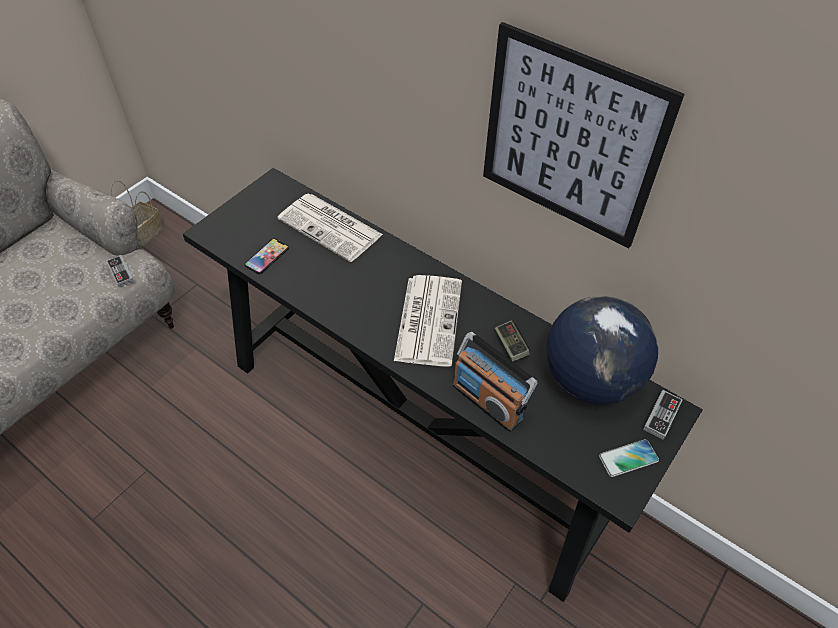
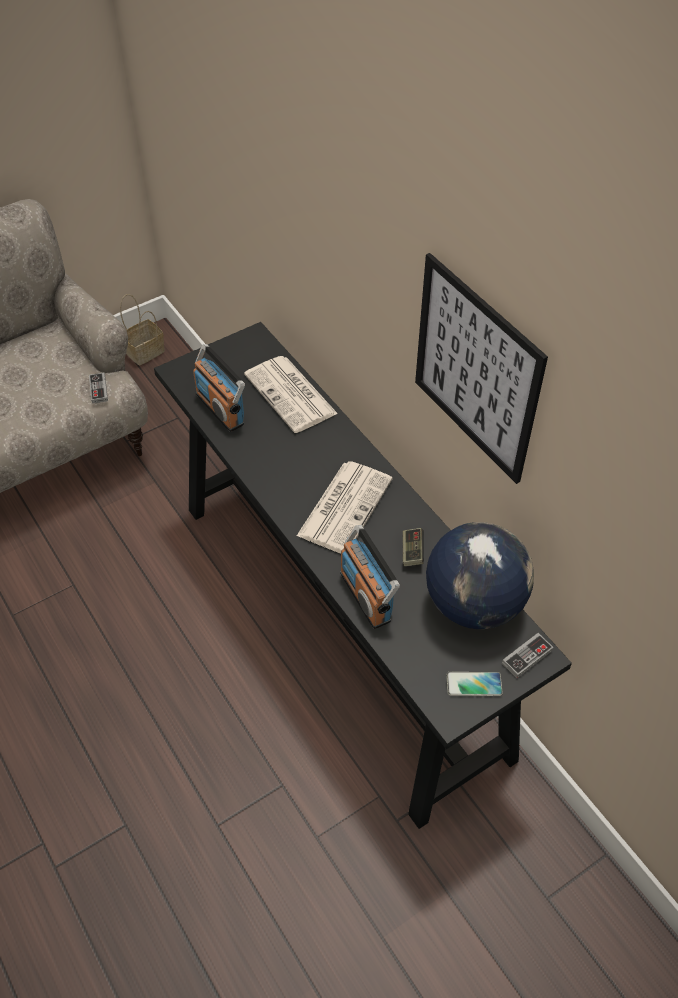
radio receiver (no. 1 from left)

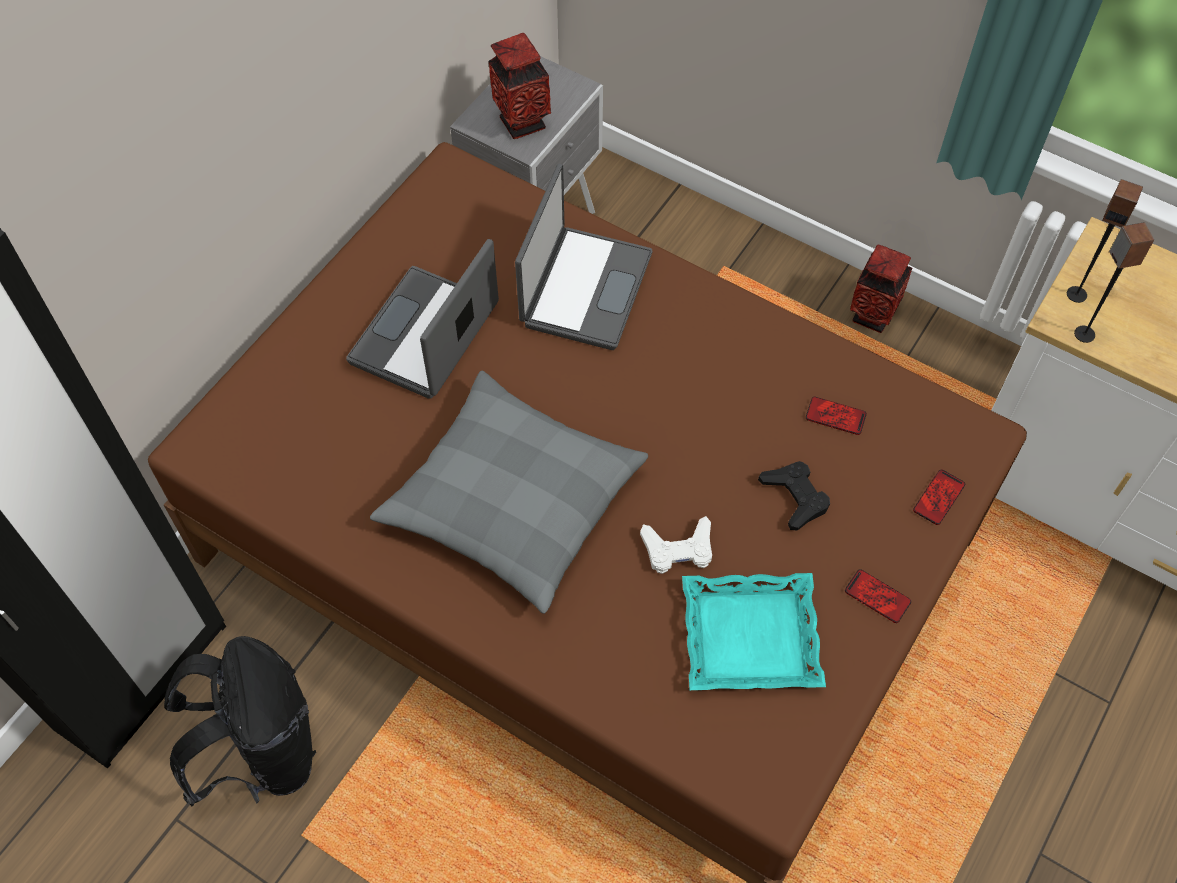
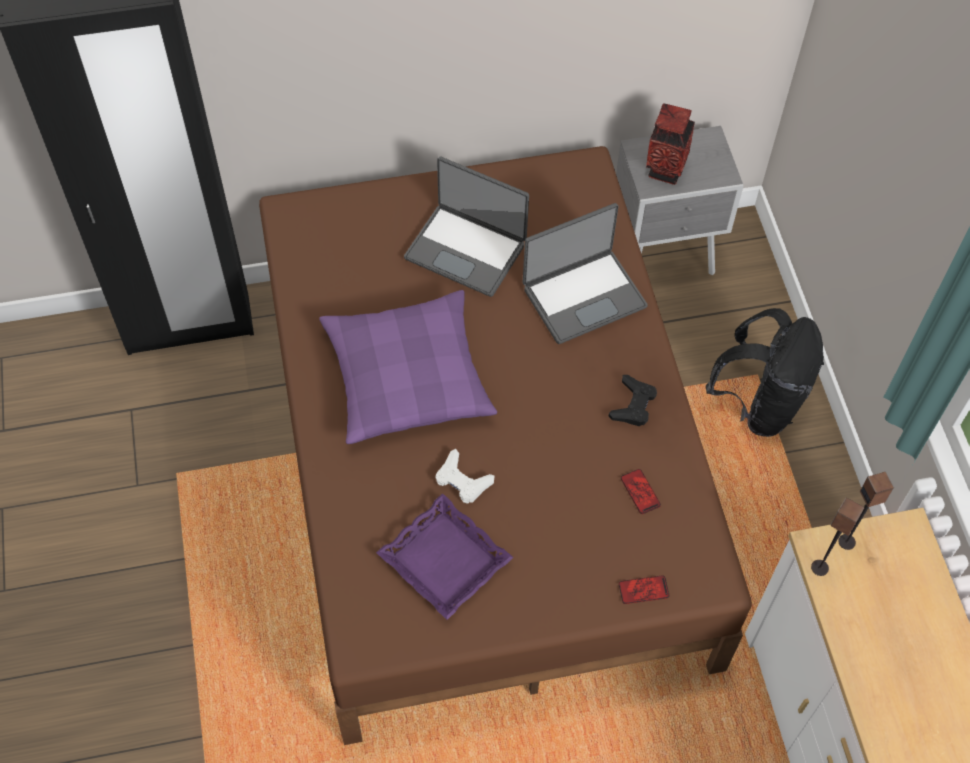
purplish pillow
purplish carrying tray
portable computer (no. 1 from left)
black gamepad
black backpack
telephone (no. 2 from left in the first image)
flower vase (no. 2 from left in the first image)

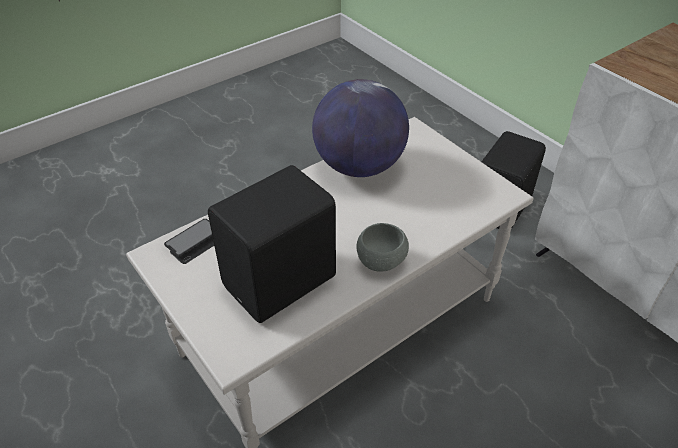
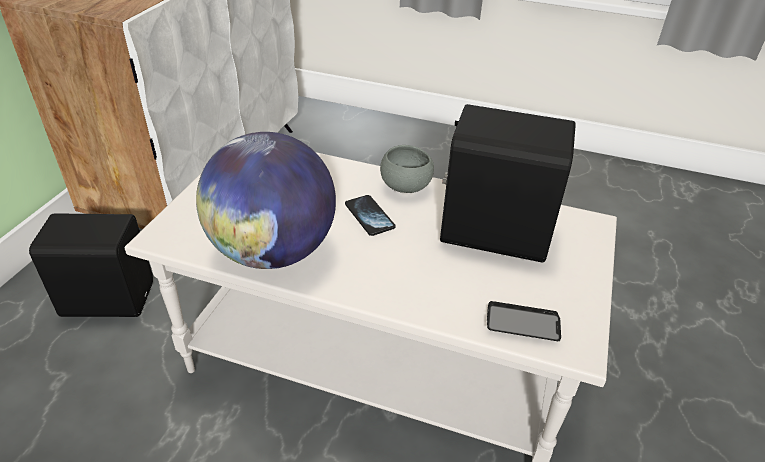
telephone (no. 1 from left)

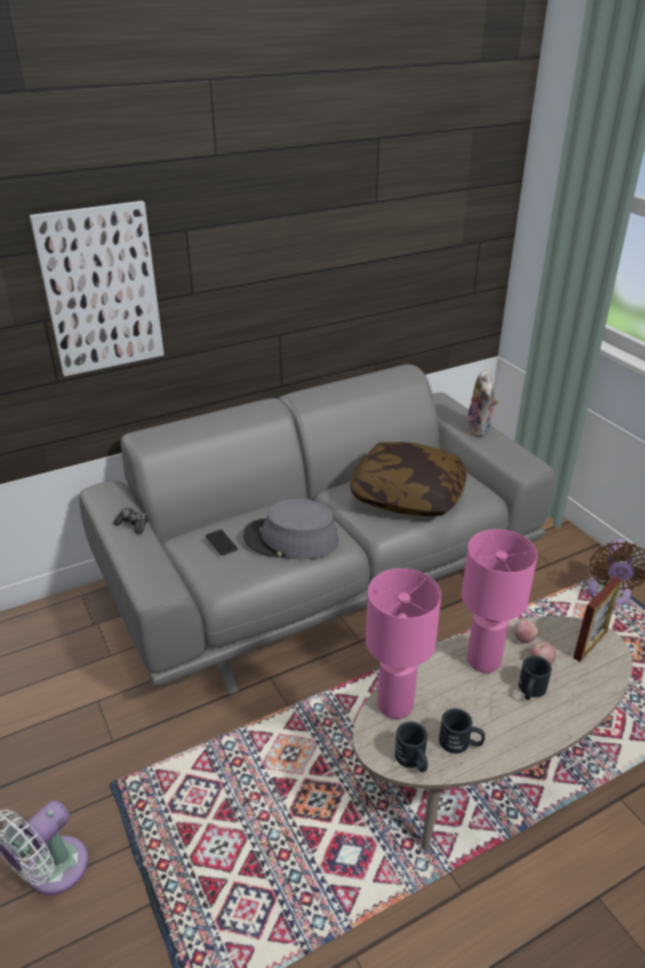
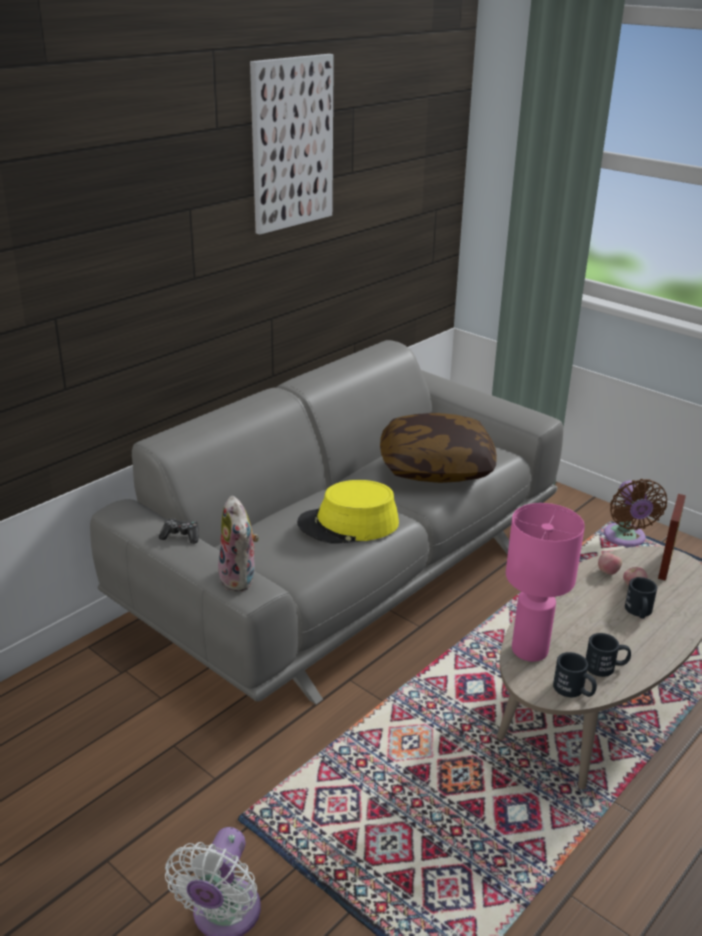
soft toy
wall picture
yellowish hat
telephone
pinkish table lamp (no. 2 from left in the first image)

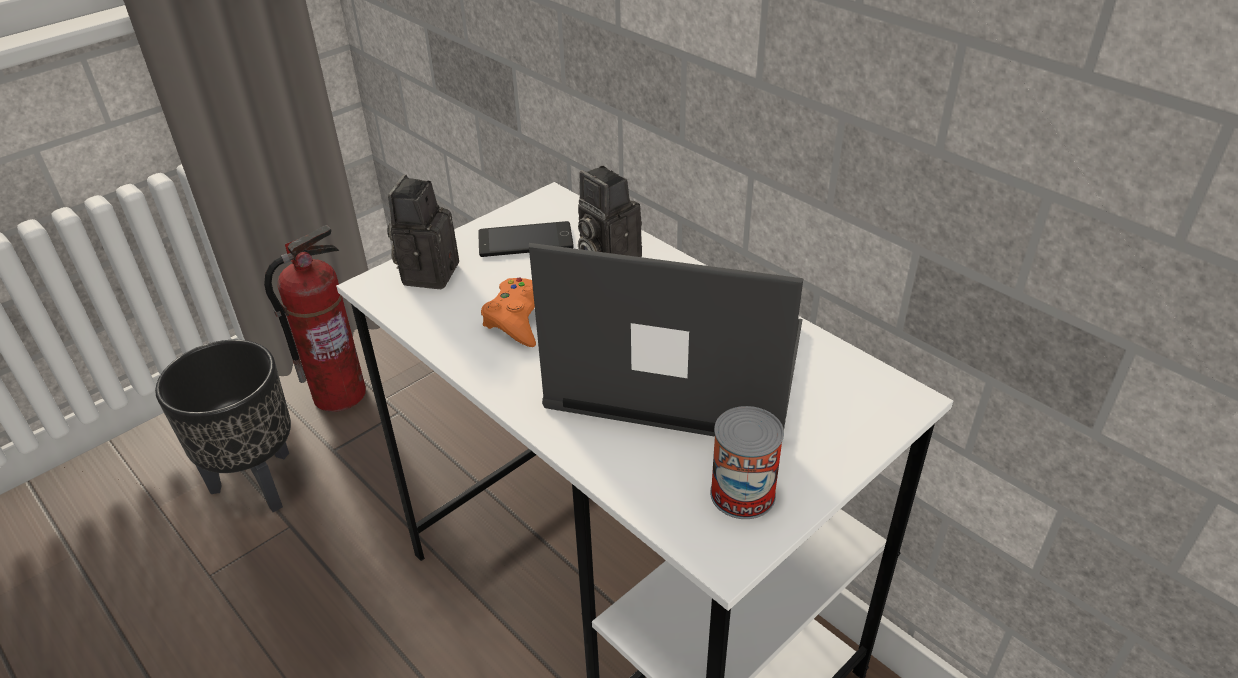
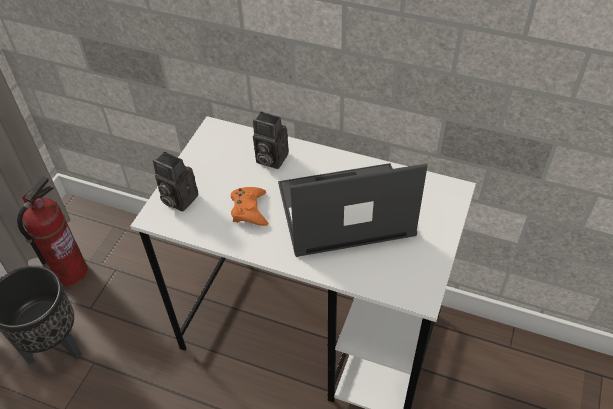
photo camera (no. 1 from left)
telephone
sealed can

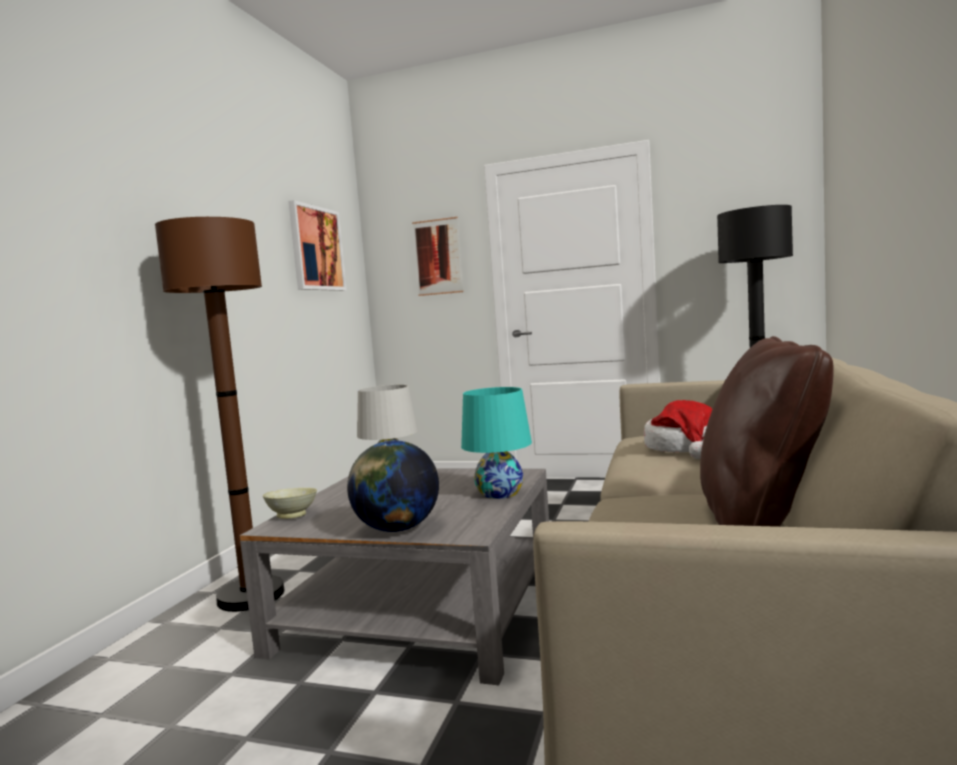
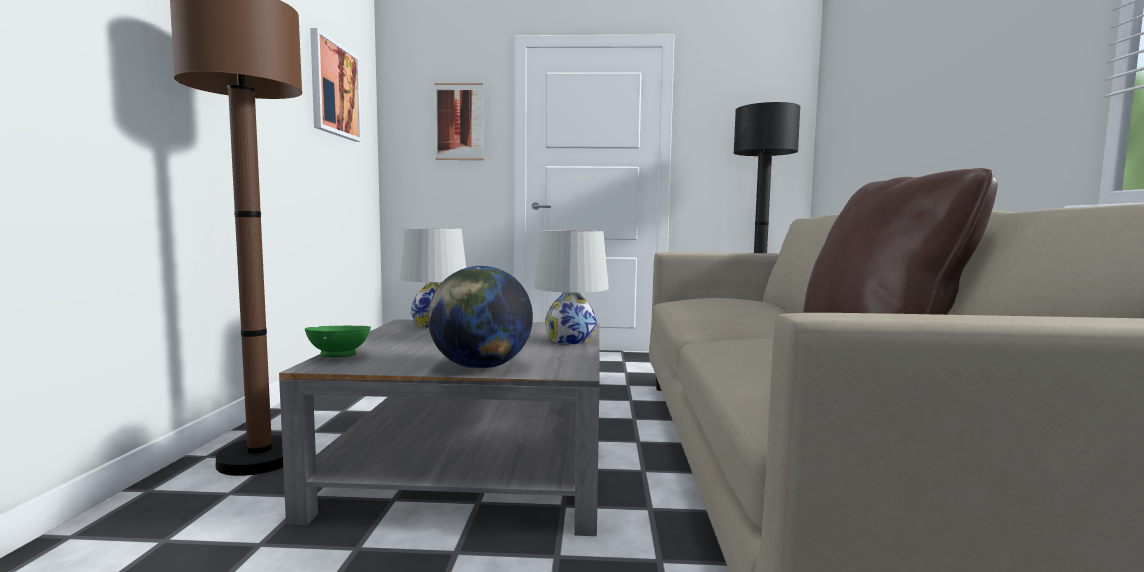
green serving bowl
white table lamp (no. 2 from left)
hat

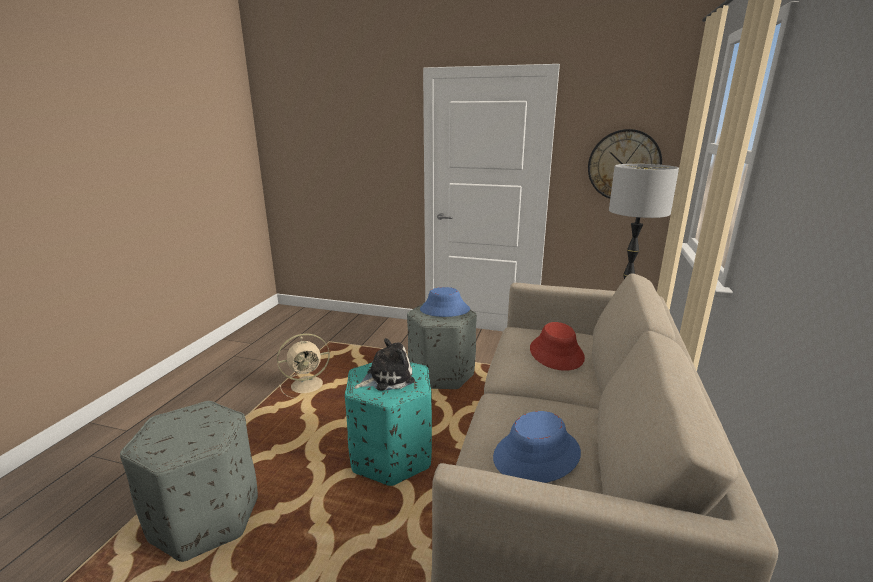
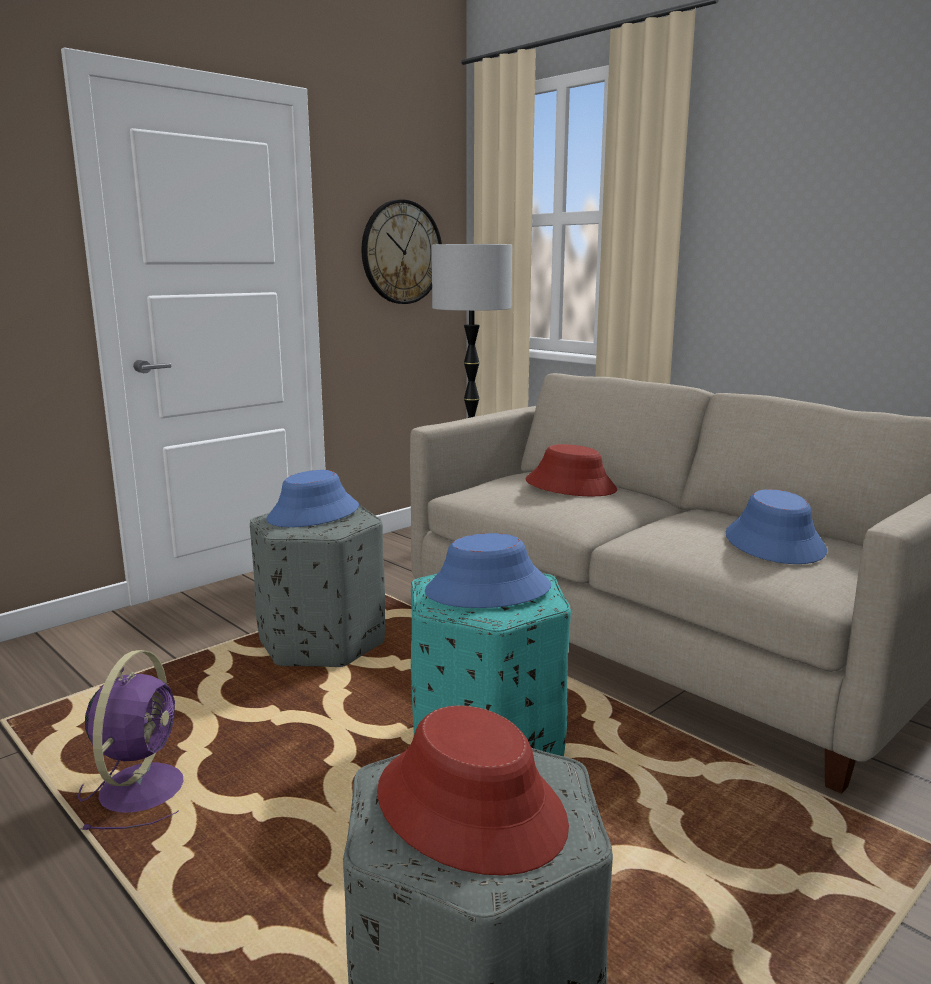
purplish cooling fan
red hat (no. 1 from left)
blue hat (no. 2 from left)

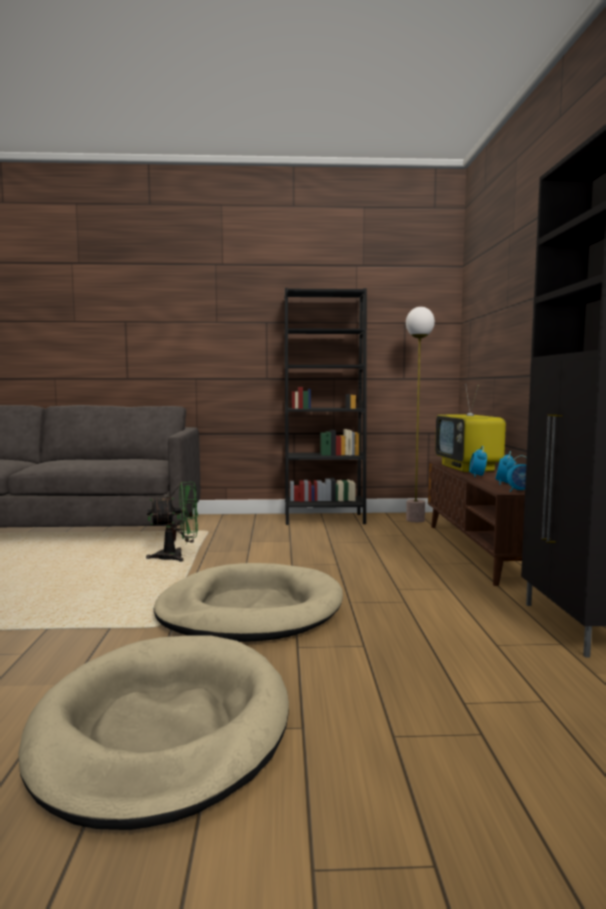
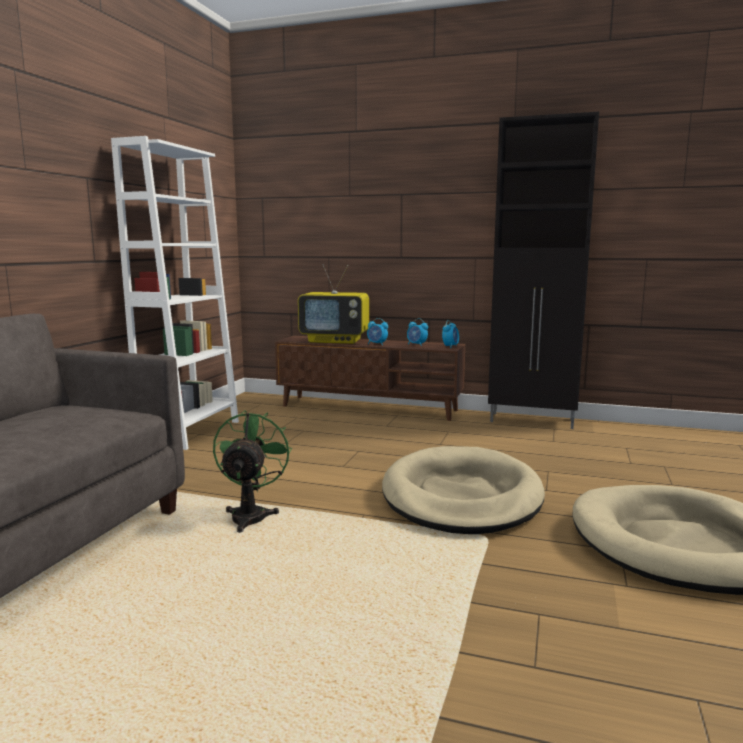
white bookshelf
standard lamp

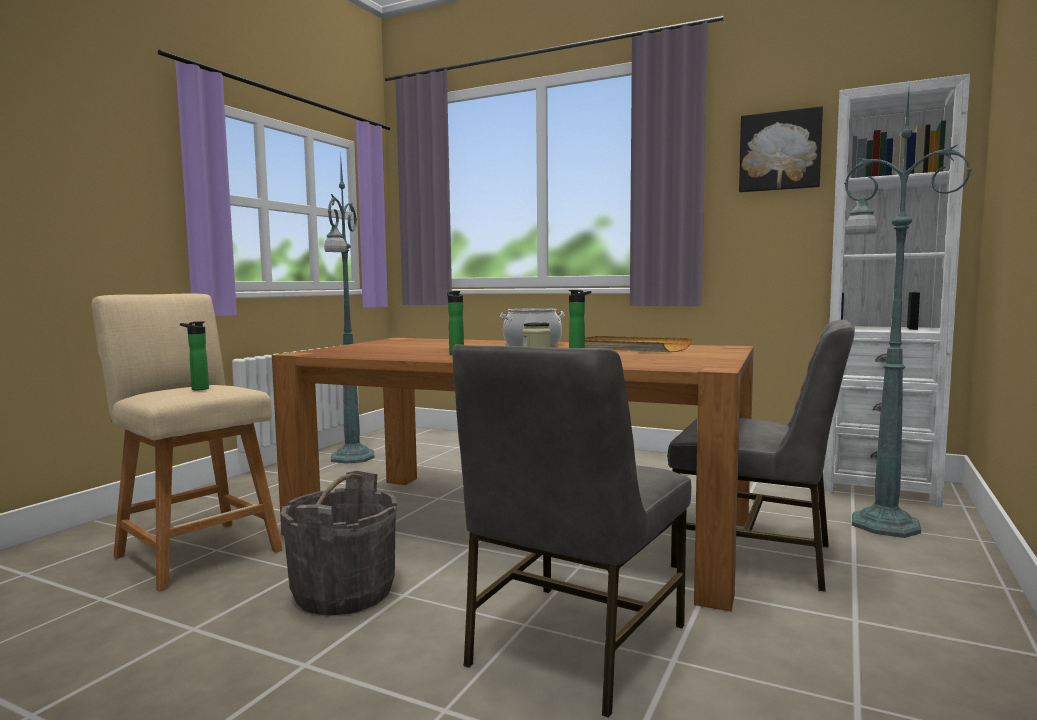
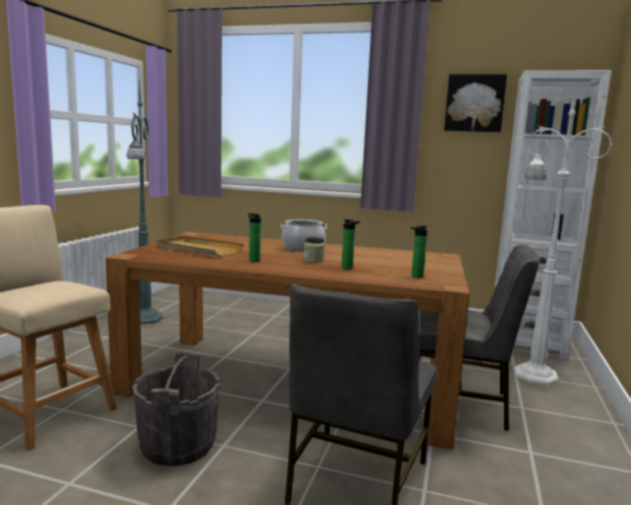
sand-coloured carrying tray
bottle (no. 3 from left)
white standard lamp

